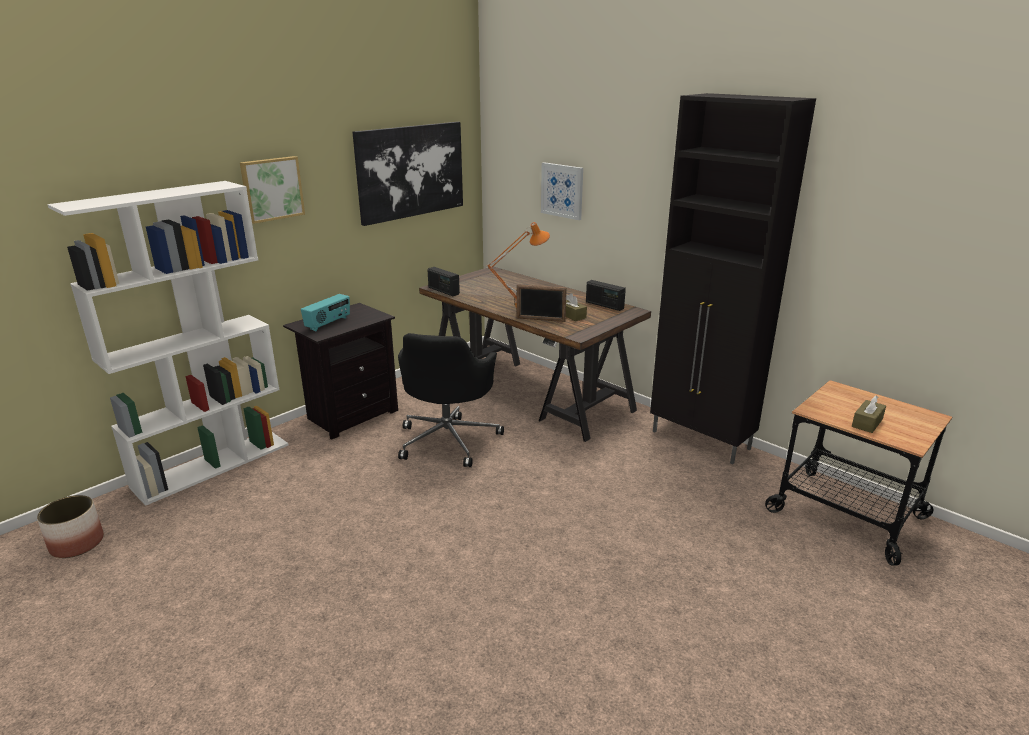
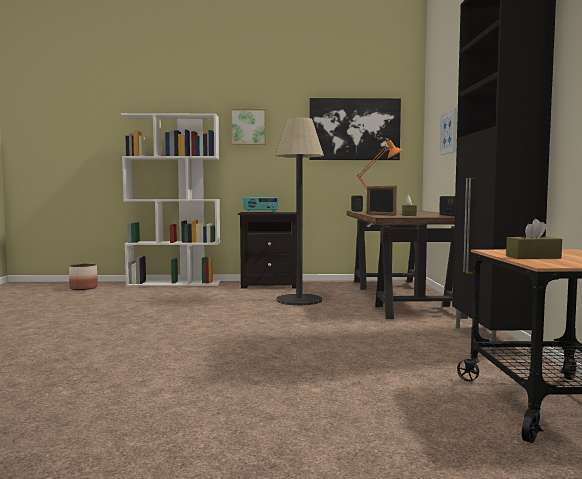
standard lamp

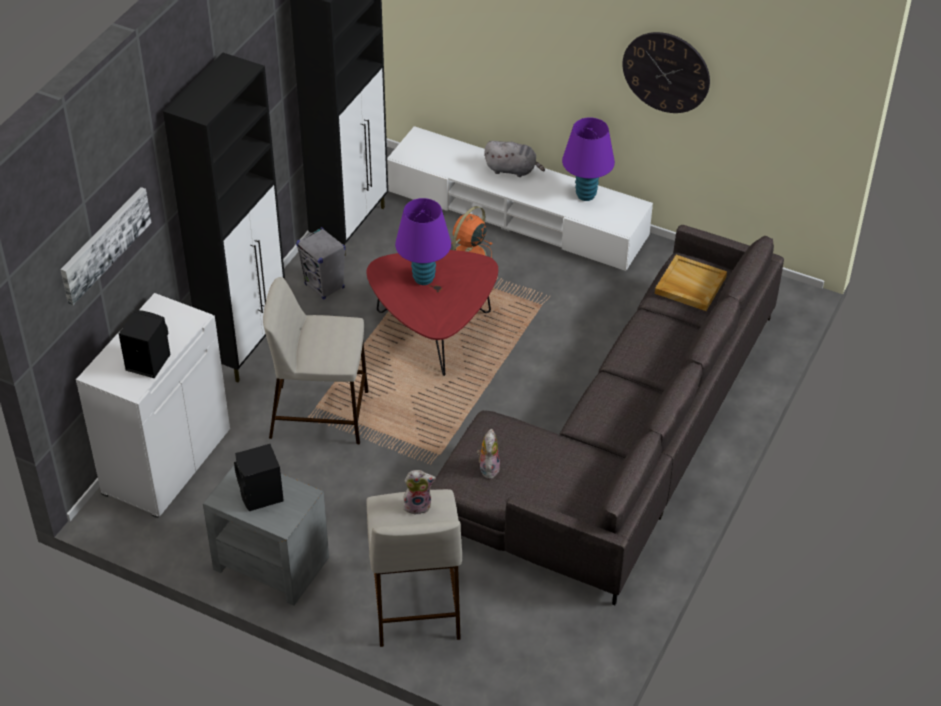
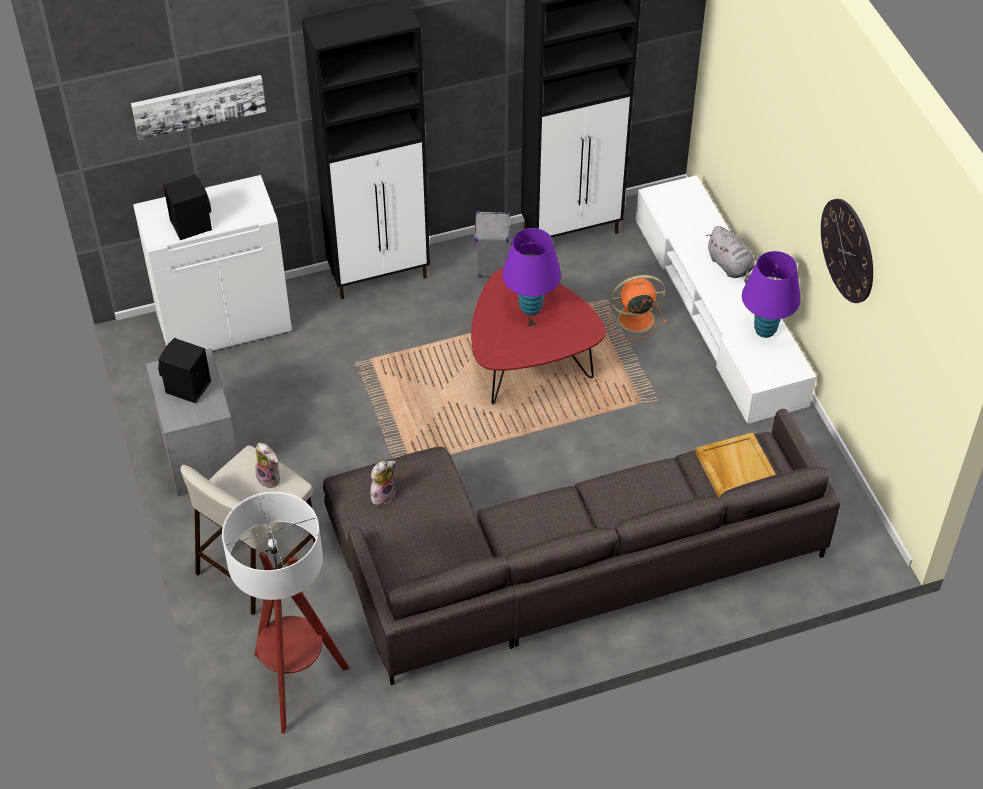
standard lamp
sand-coloured stool seat (no. 1 from left in the first image)

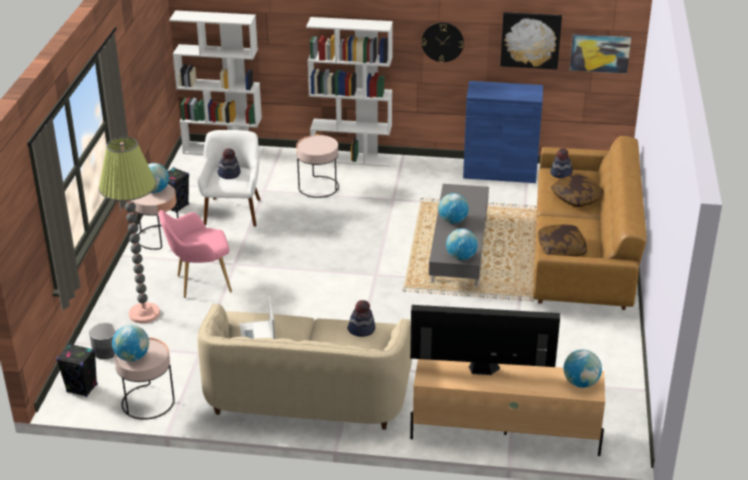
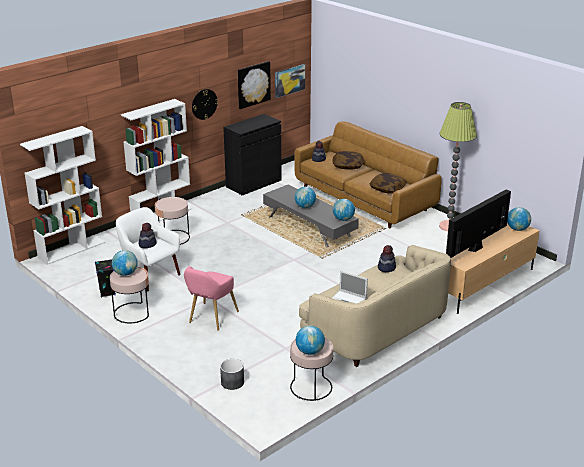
black cupboard
standard lamp
black loudspeaker (no. 1 from left in the first image)

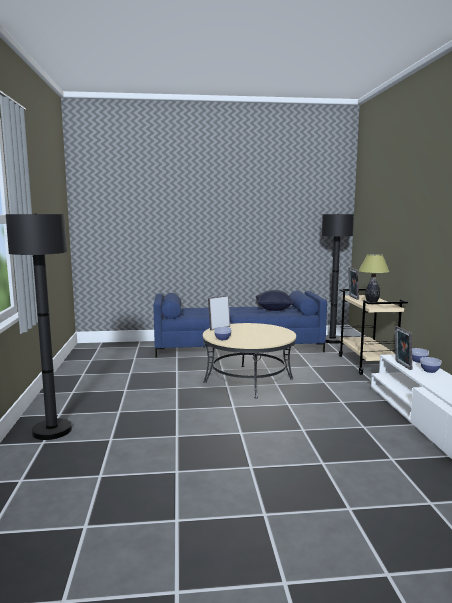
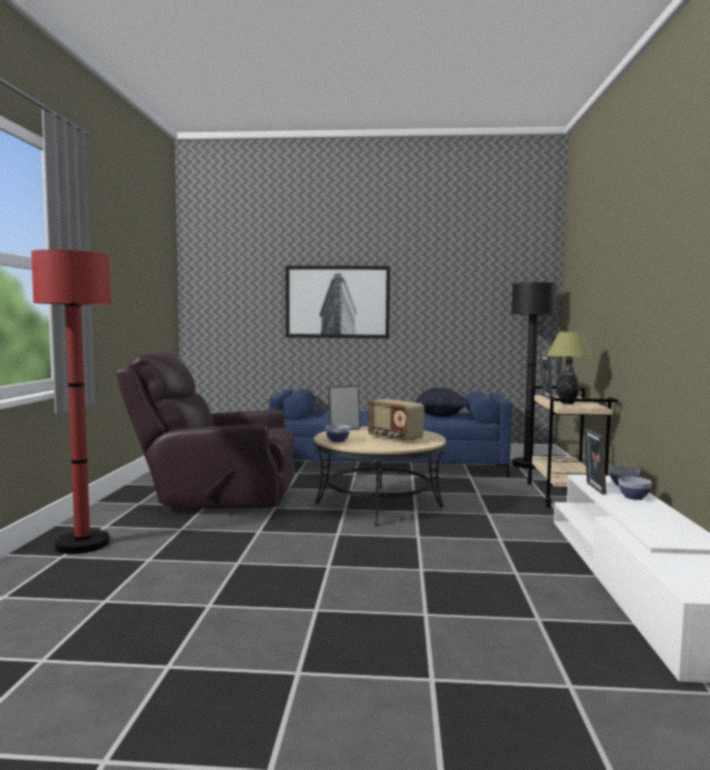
red standard lamp
brown lounge chair
wall picture
radio receiver

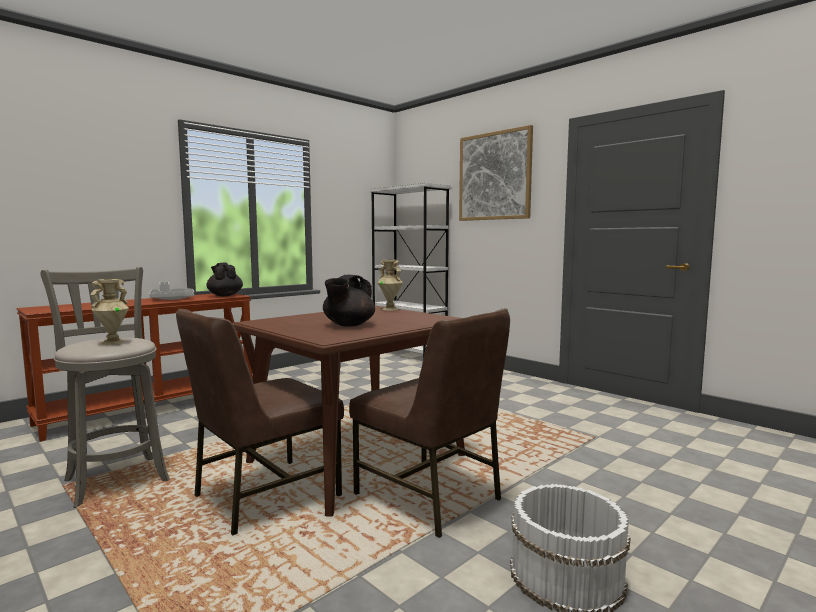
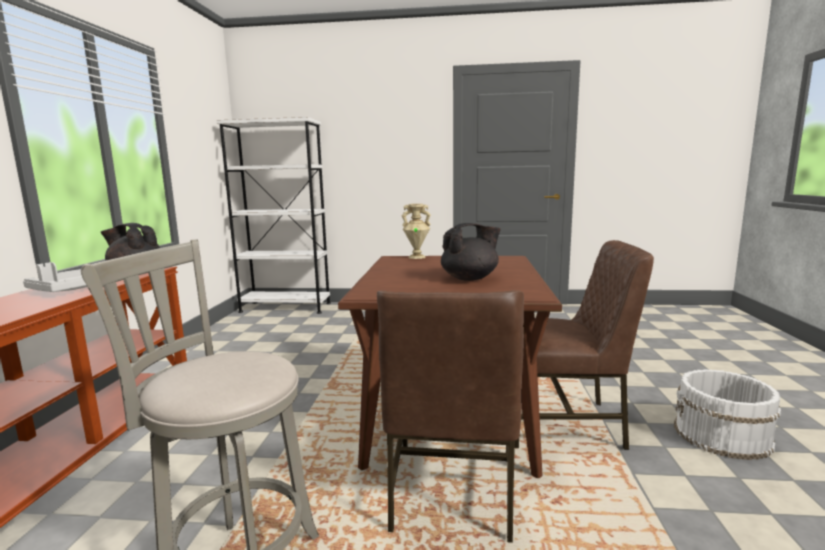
black teapot (no. 2 from left)
sand-coloured flower vase (no. 1 from left in the first image)
wall picture

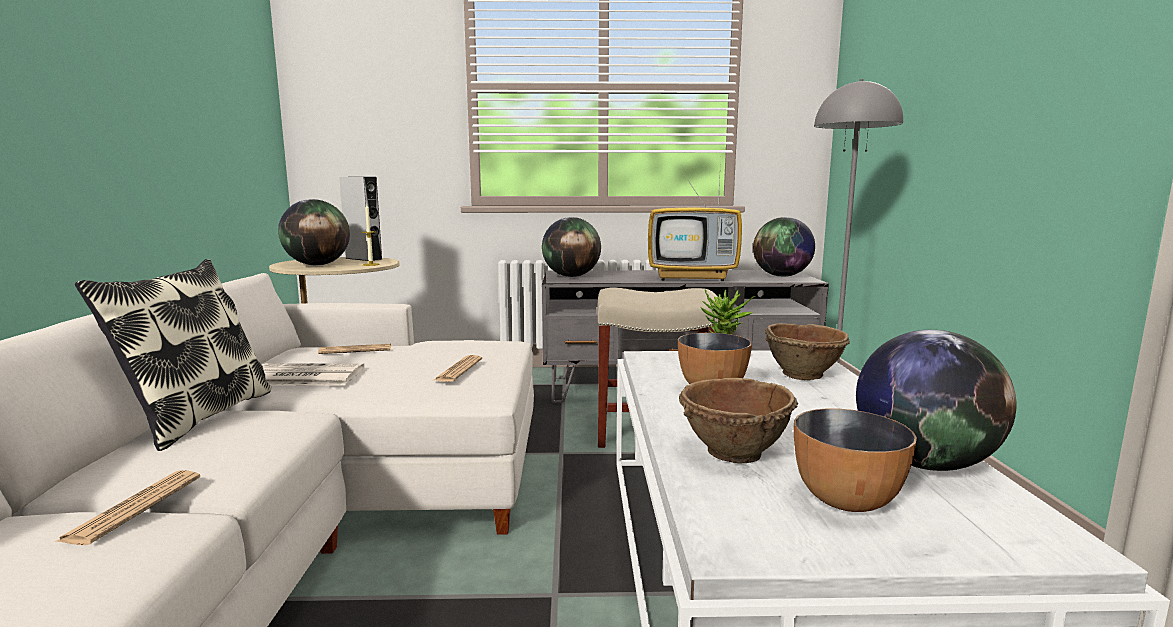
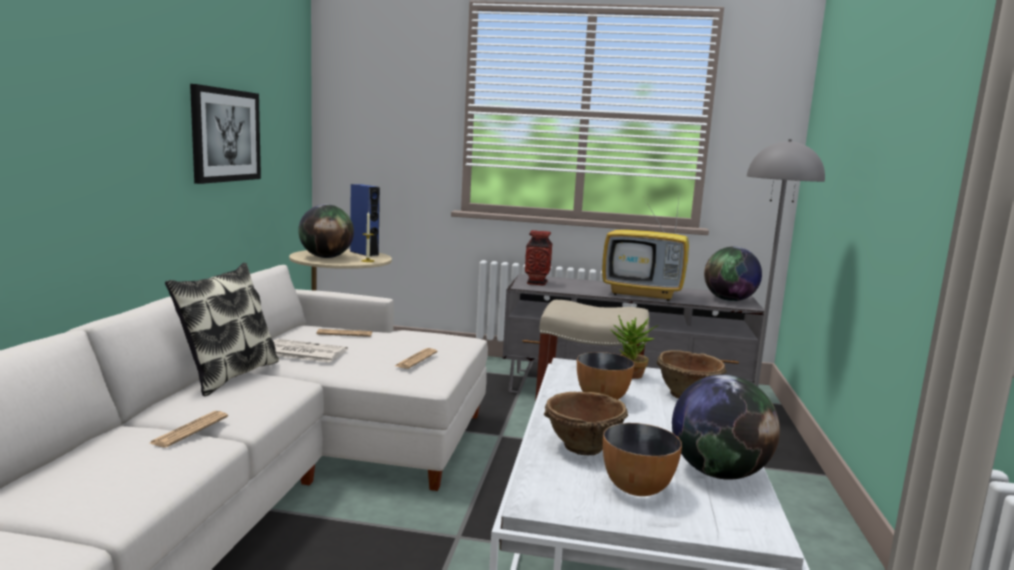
wall picture
blue loudspeaker
flower vase

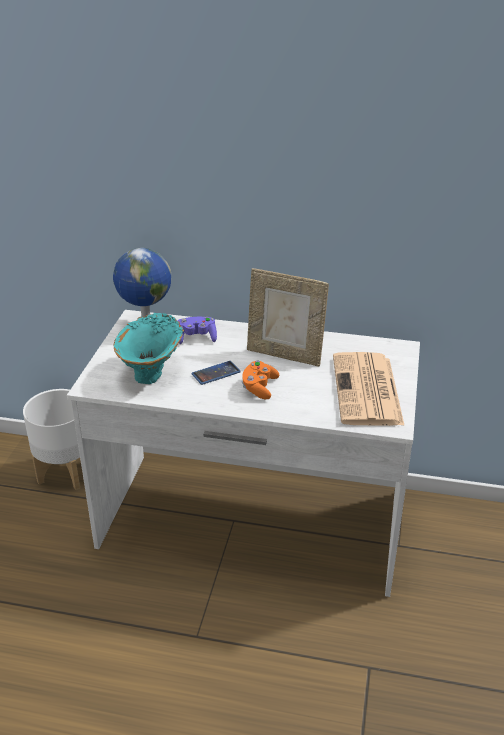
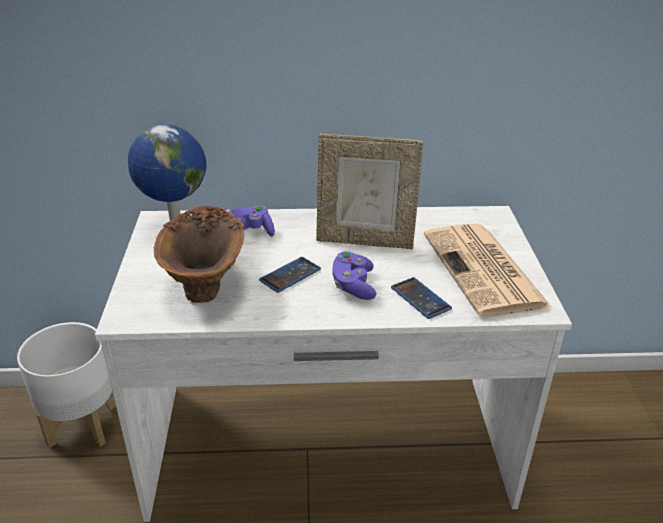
brown flower vase
purplish gamepad (no. 2 from left)
telephone (no. 2 from left)

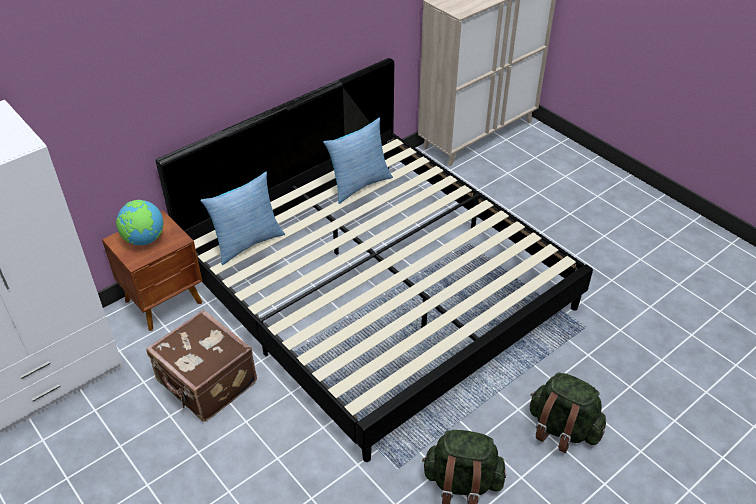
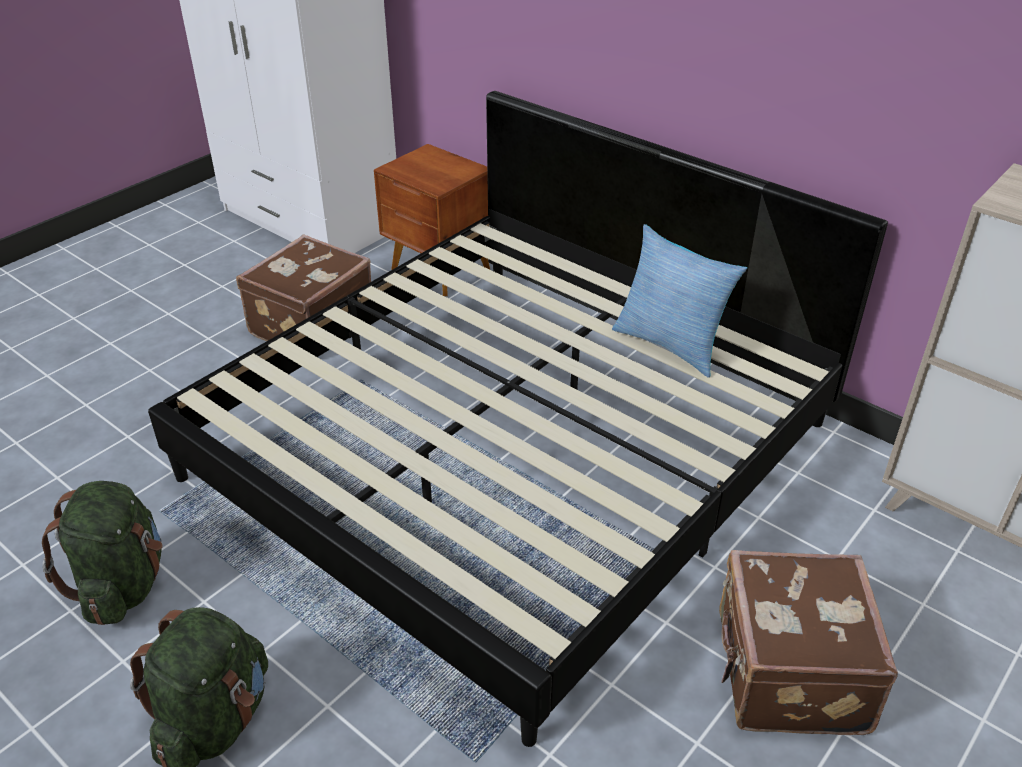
brown piece of luggage (no. 2 from left)
globe
pillow (no. 1 from left in the first image)

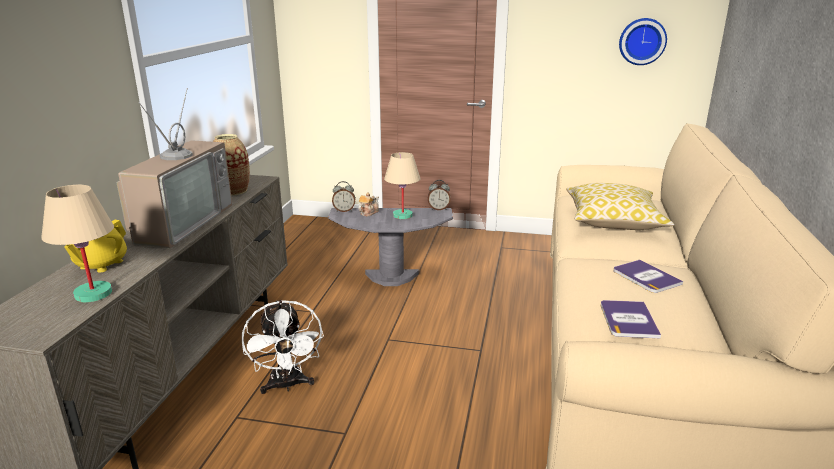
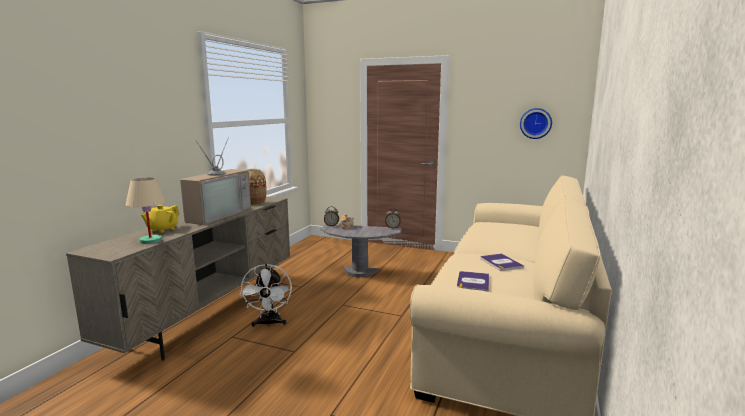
sand-coloured table lamp (no. 2 from left in the first image)
pillow

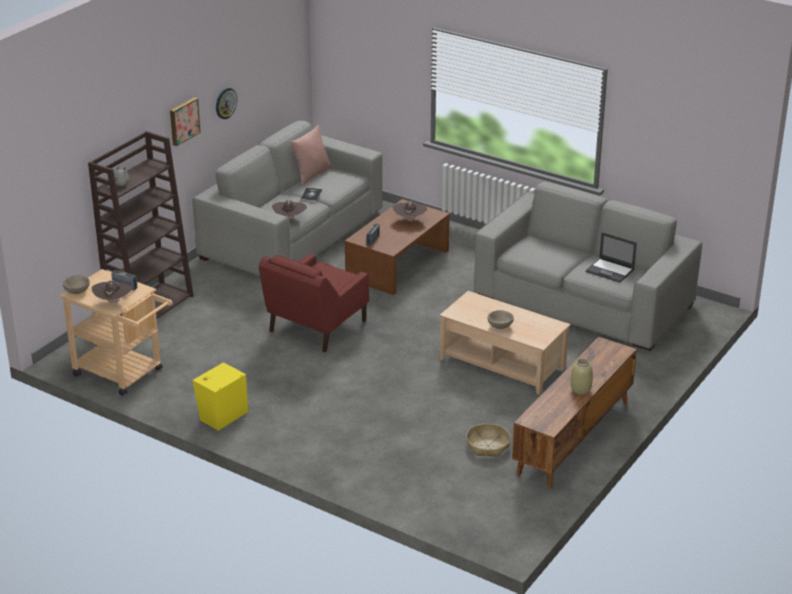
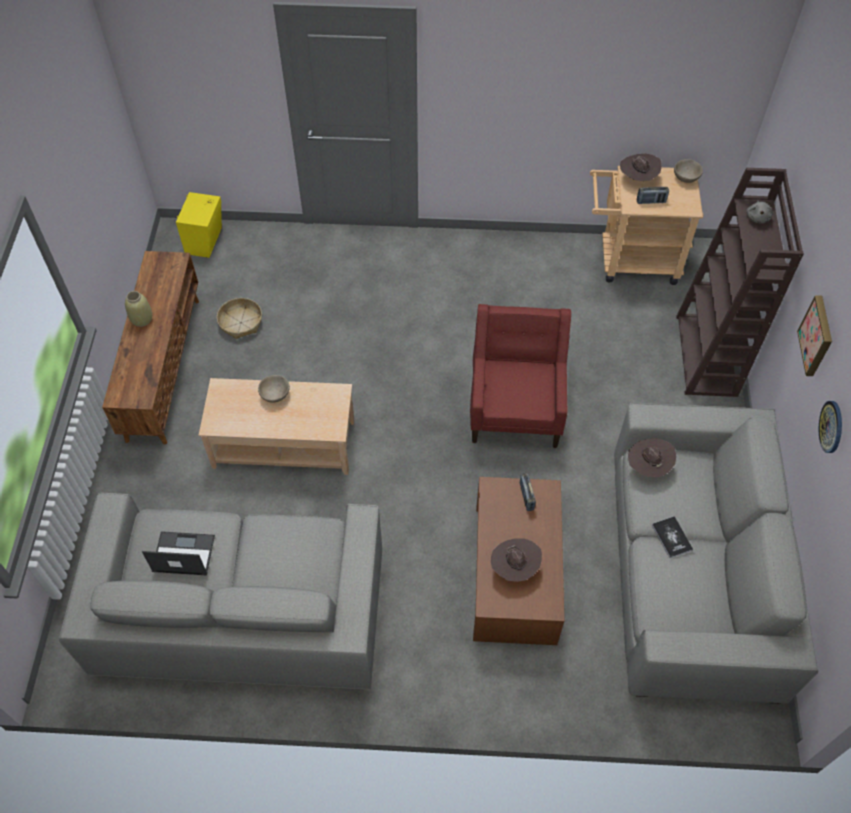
yellowish loudspeaker
pinkish pillow

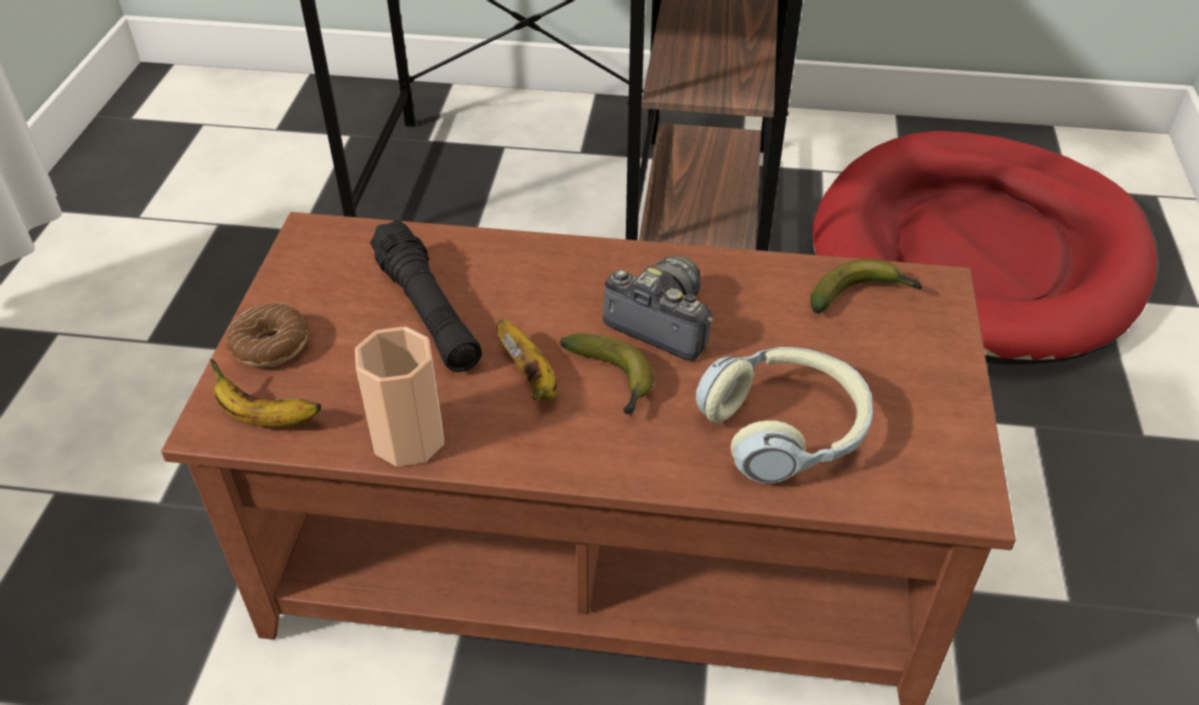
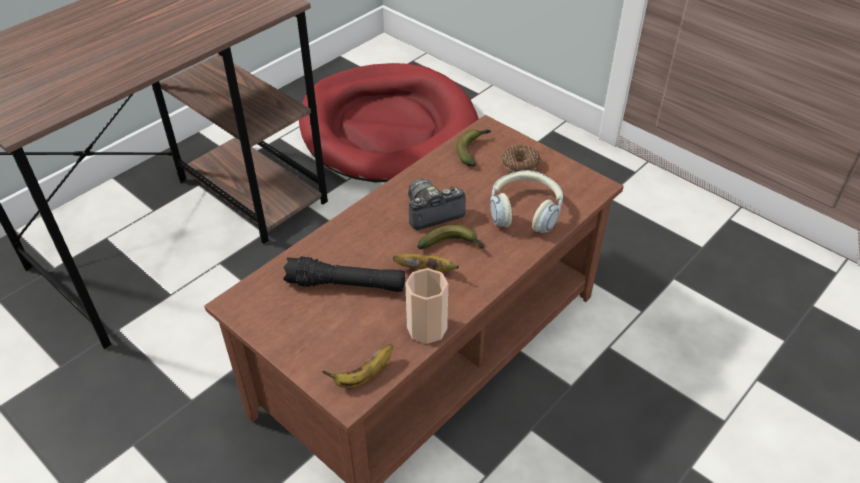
doughnut

